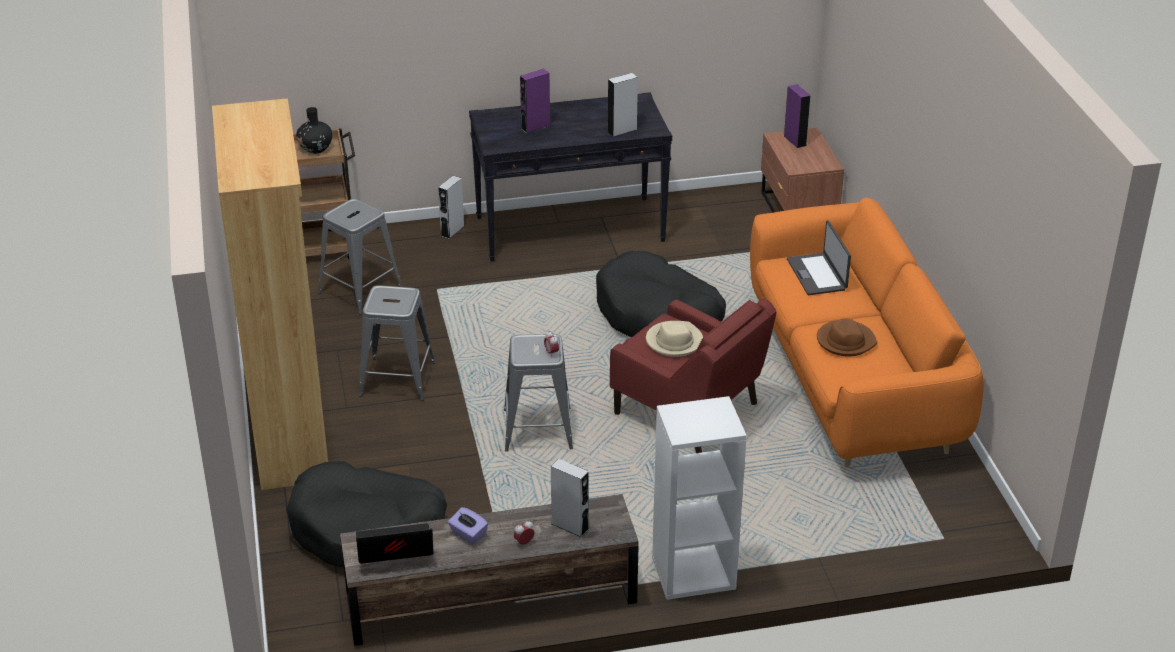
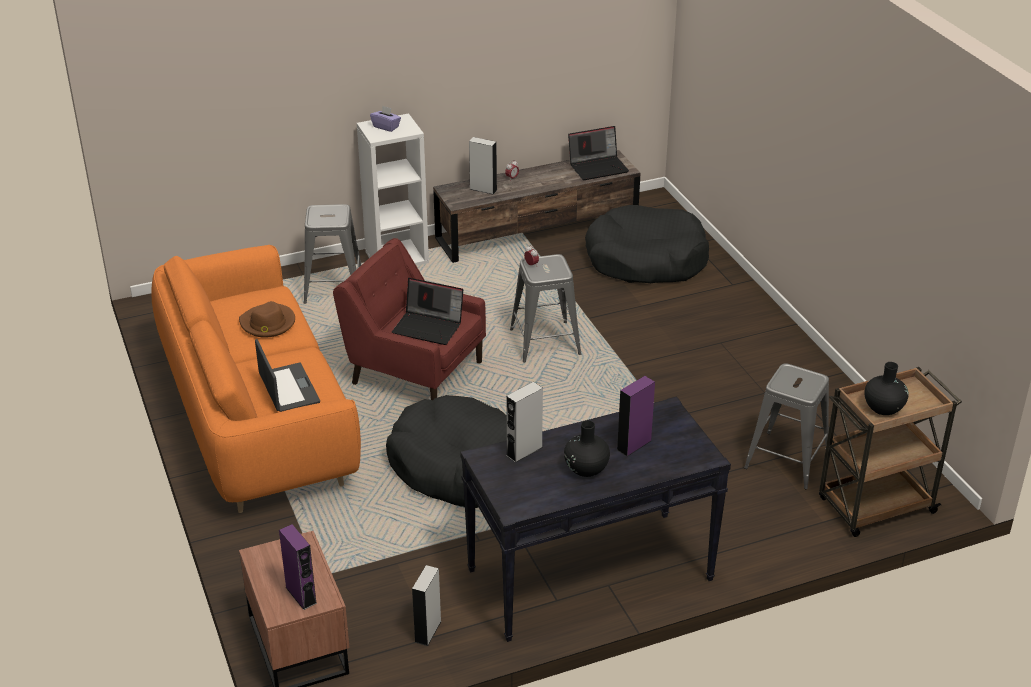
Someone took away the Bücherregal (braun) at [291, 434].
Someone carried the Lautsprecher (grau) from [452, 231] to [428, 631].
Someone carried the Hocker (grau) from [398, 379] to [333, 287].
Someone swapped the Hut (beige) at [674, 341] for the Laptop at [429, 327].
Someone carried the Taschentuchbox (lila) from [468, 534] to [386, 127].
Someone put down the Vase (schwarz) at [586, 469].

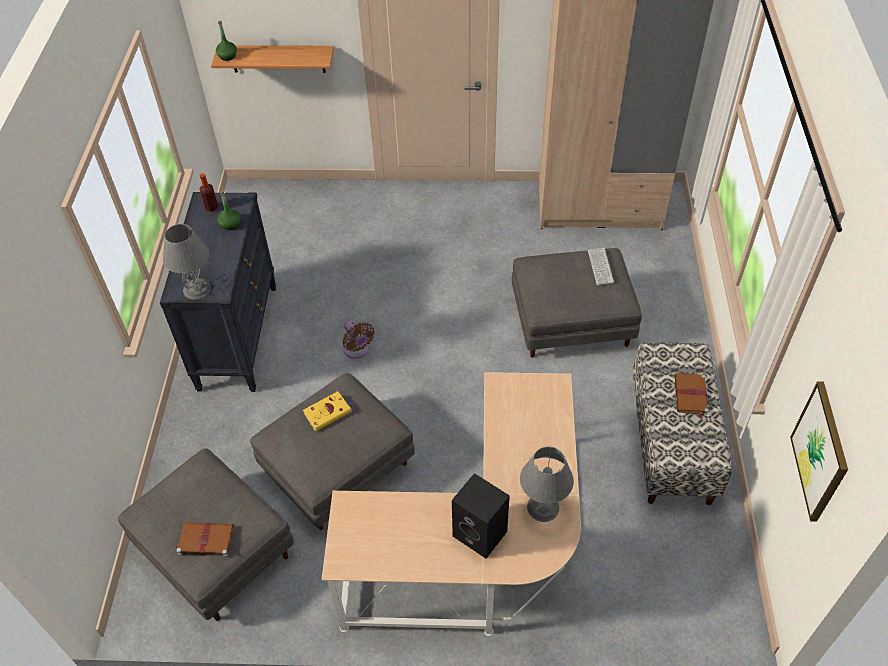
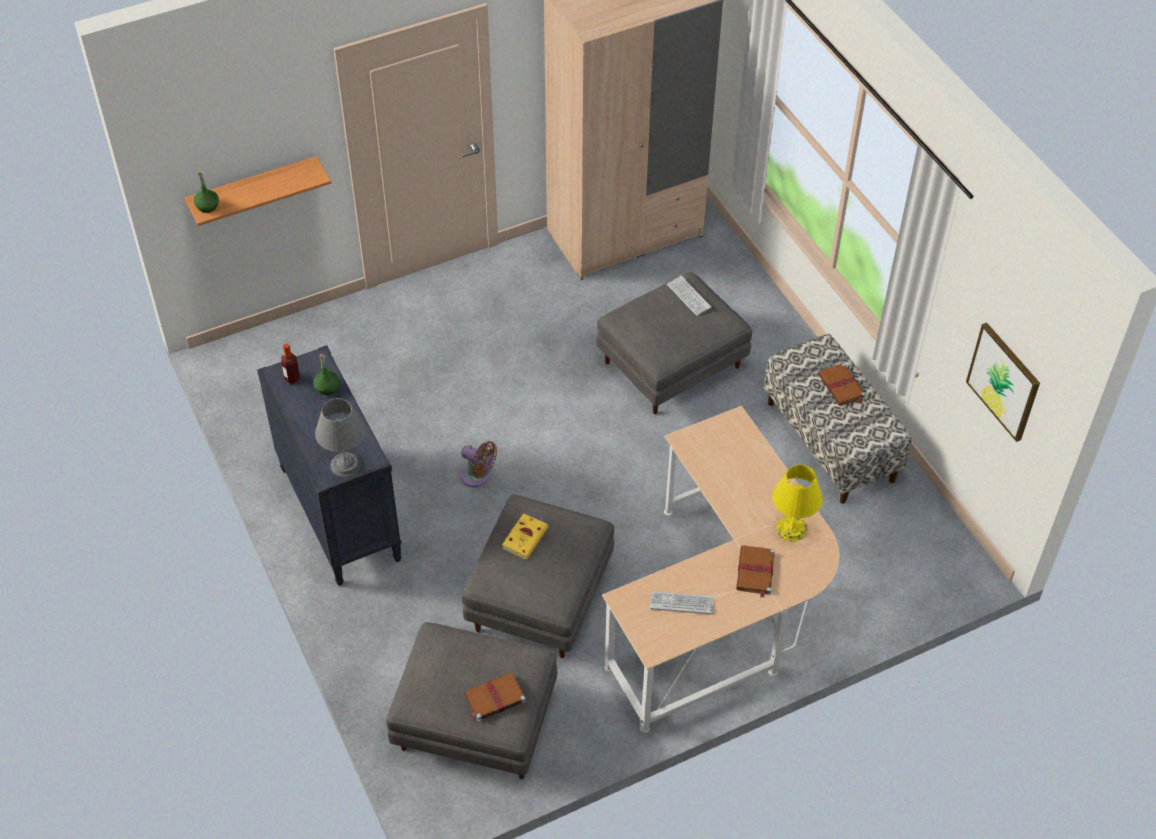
Someone repainted the Tischlampe (grau) at [543, 507], which became the Tischlampe (gelb) at [792, 529].
Someone swapped the Lautsprecher (schwarz) at [481, 533] for the Buch (braun) at [755, 572].
Someone put down the Tastatur at [681, 603].

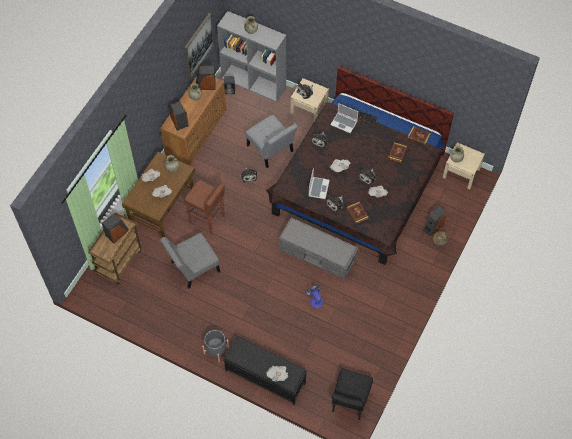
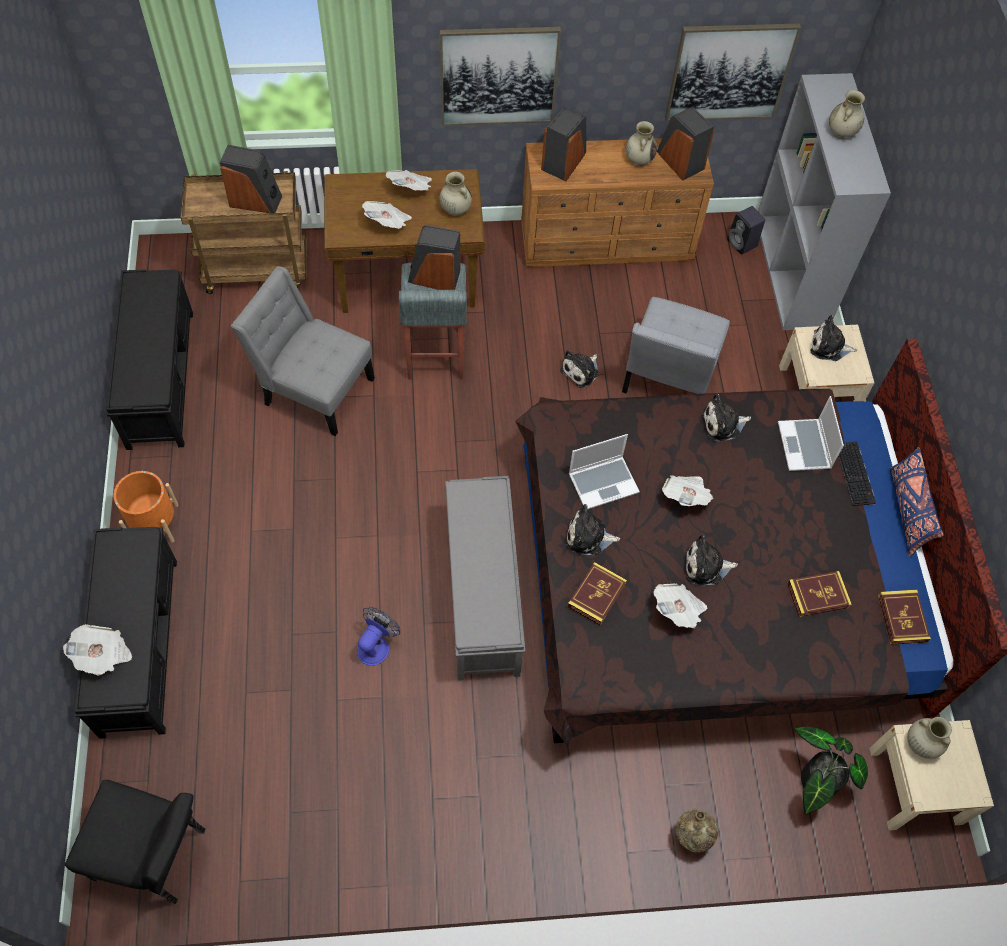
Someone repainted the Hocker (braun) at [207, 220], which became the Hocker (grau) at [434, 355].
Someone carried the Lautsprecher from [433, 227] to [434, 277].
Someone repainted the Pflanzkübel (grau) at [216, 350], which became the Pflanzkübel (orange) at [154, 523].
Someone rotated the Stuhl (schwarz) at [349, 403] by 150 degrees counterclockwise.
Someone put up the Bild at [498, 76].
Someone put down the Bank (schwarz) at [161, 378].
Someone put down the Kissen (blau) at [907, 511].
Someone put down the Topfpflanze at [815, 782].

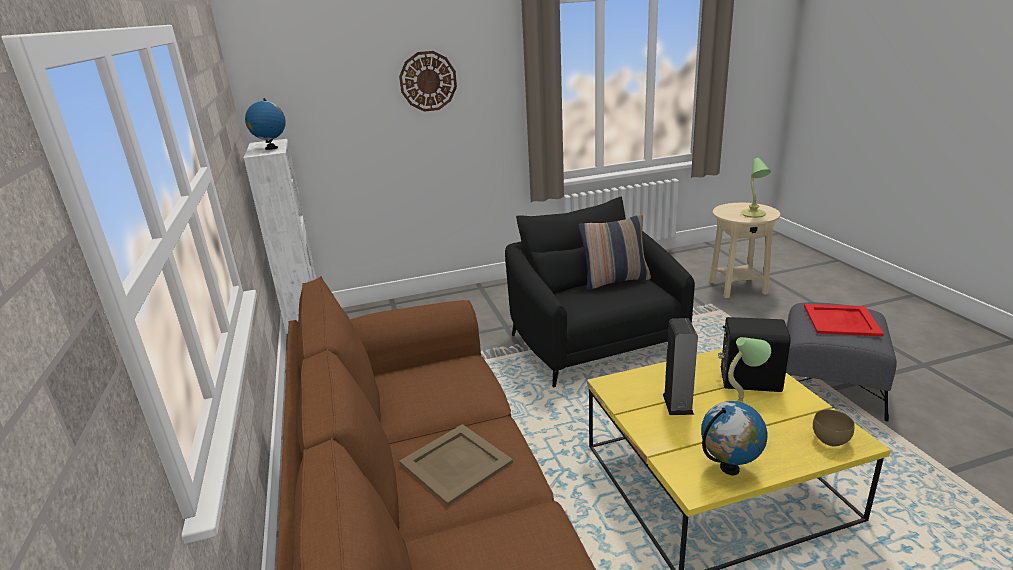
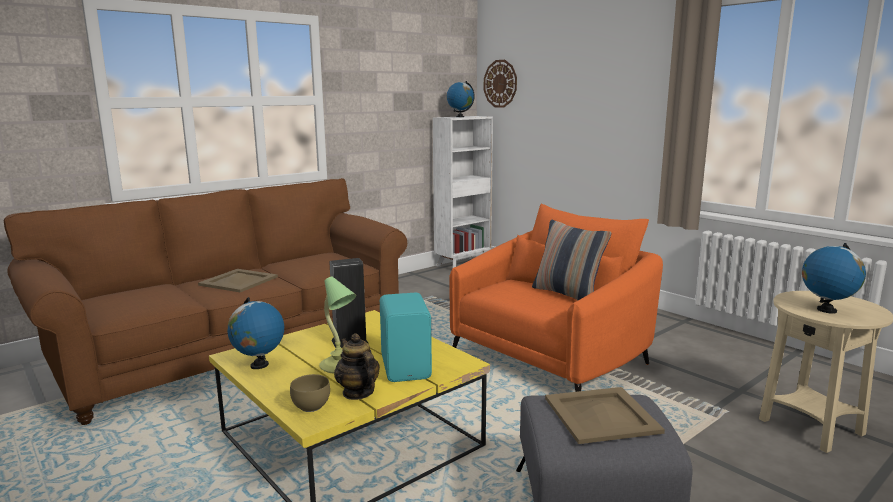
Someone carried the Wanduhr from [428, 81] to [500, 83].
Someone swapped the Tischlampe at [753, 214] for the Globus at [826, 310].
Someone repainted the Sessel (schwarz) at [596, 342], which became the Sessel (orange) at [550, 357].
Someone repainted the Tablett (rot) at [841, 320], which became the Tablett (beige) at [600, 414].
Someone repainted the Lautsprecher (schwarz) at [748, 380], which became the Lautsprecher (türkis) at [407, 367].
Someone put down the Teekanne at [358, 392].

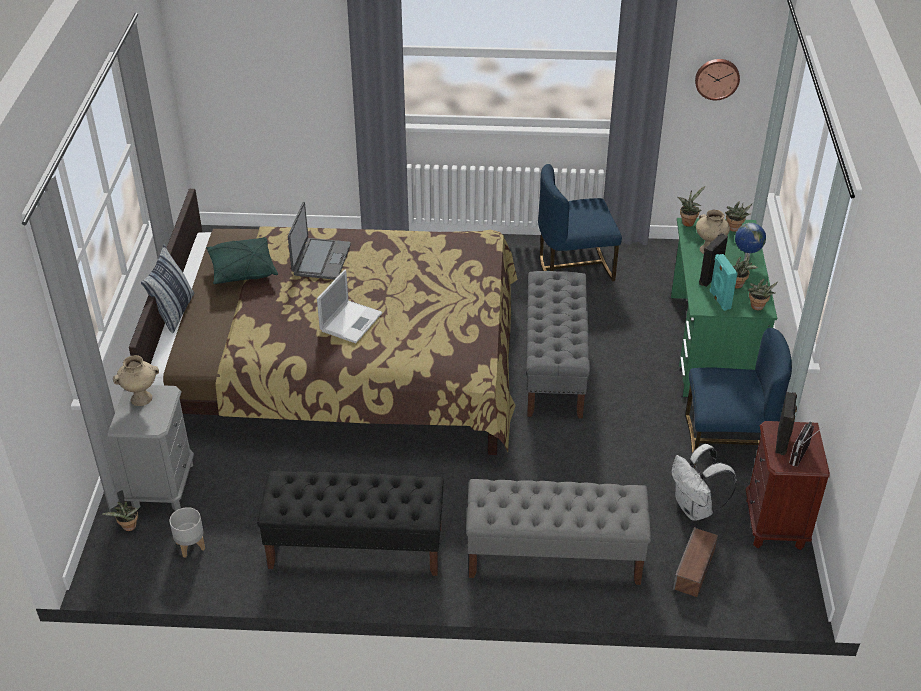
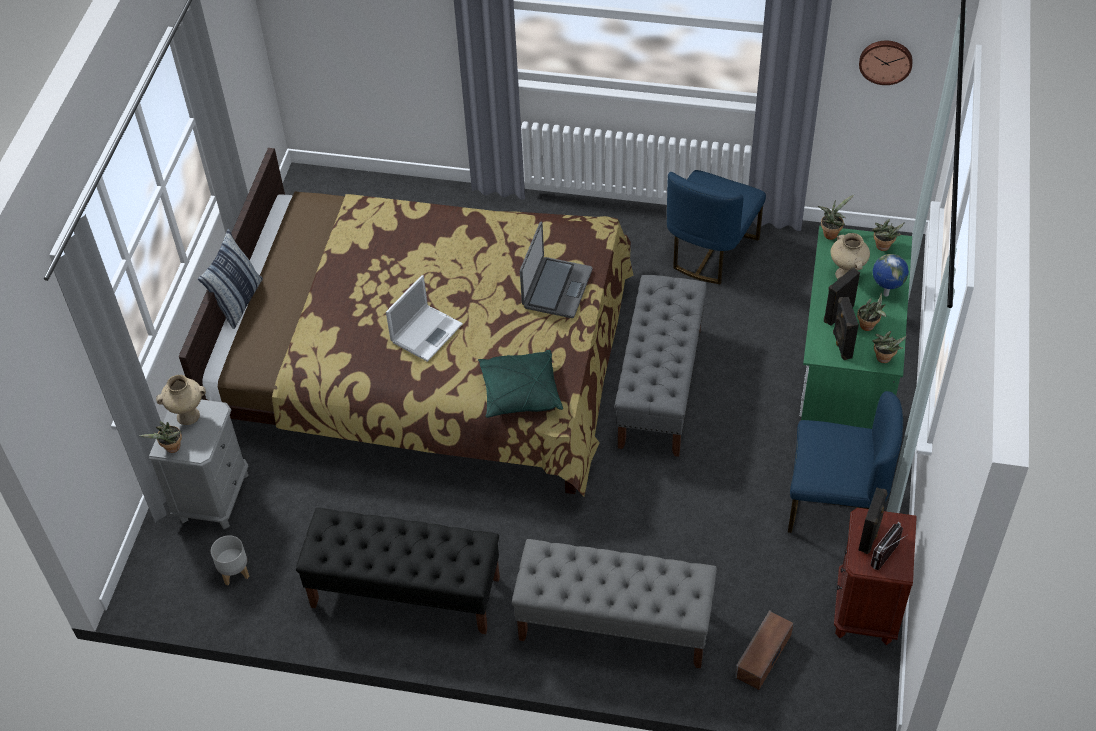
Someone rotated the Stuhl (blau) at [575, 265] by 60 degrees counterclockwise.
Someone carried the Laptop from [321, 260] to [556, 288].
Someone carried the Kissen (grün) from [242, 270] to [520, 393].
Someone repainted the Lautsprecher (türkis) at [719, 300], which became the Lautsprecher (schwarz) at [841, 345].
Someone took away the Rucksack (weiß) at [695, 509].
Someone carried the Topfpflanze from [128, 528] to [171, 449].

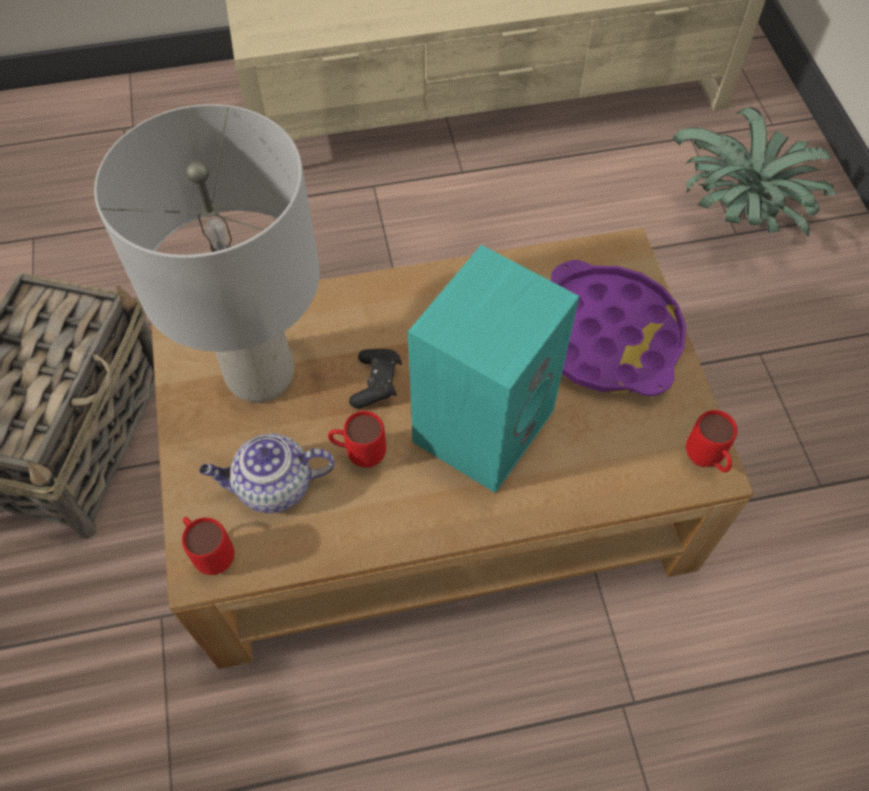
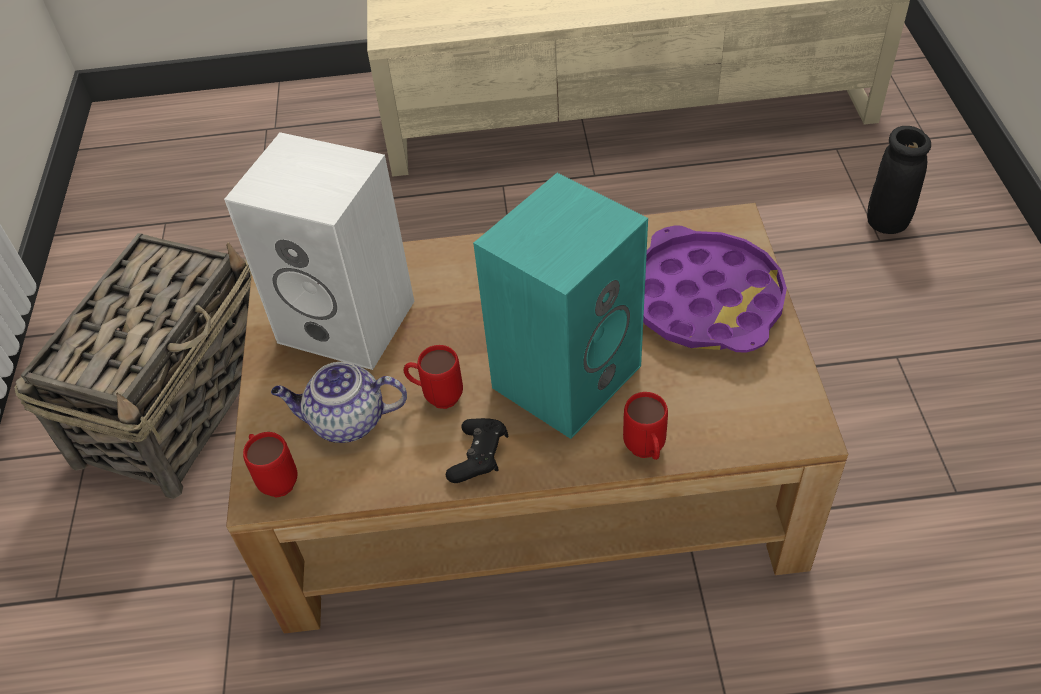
Someone swapped the Tischlampe (grau) at [261, 374] for the Lautsprecher (weiß) at [350, 320].
Someone swapped the Topfpflanze at [742, 214] for the Vase (schwarz) at [887, 221].
Someone carried the Gamepad (schwarz) from [376, 384] to [479, 458].
Someone carried the Henkelbecher (rot) from [705, 462] to [646, 453].

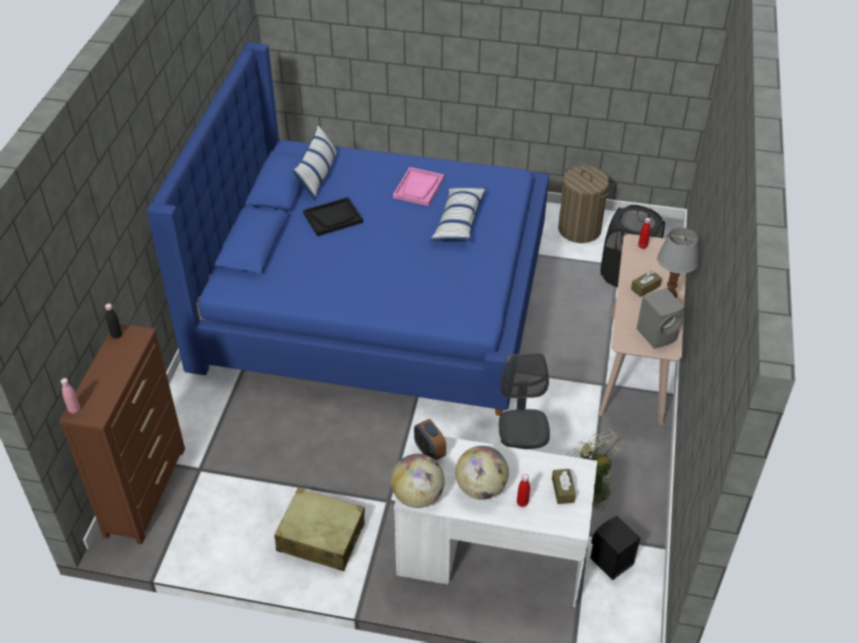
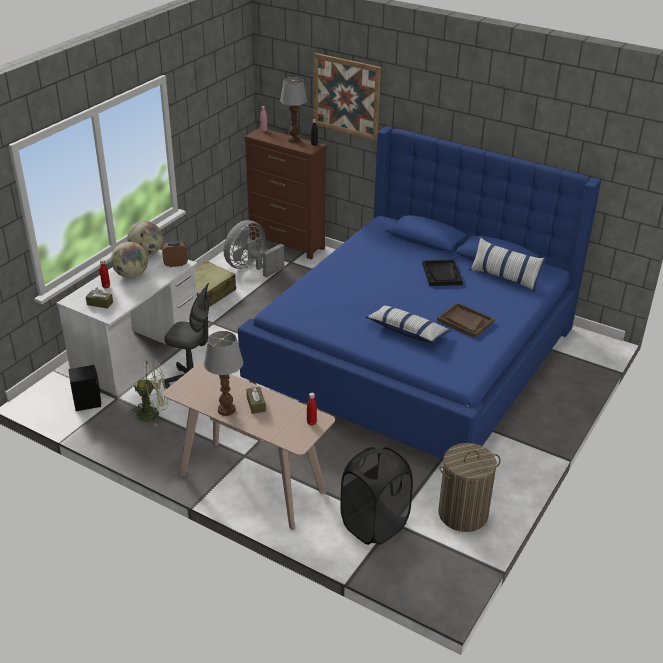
Someone repainted the Tablett (rosa) at [418, 188], which became the Tablett (braun) at [465, 321].
Someone took away the Lautsprecher (grau) at [658, 334].
Someone put up the Bild at [346, 96].
Someone put down the Tischlampe at [294, 140].
Someone put down the Ventilator (grau) at [251, 268].

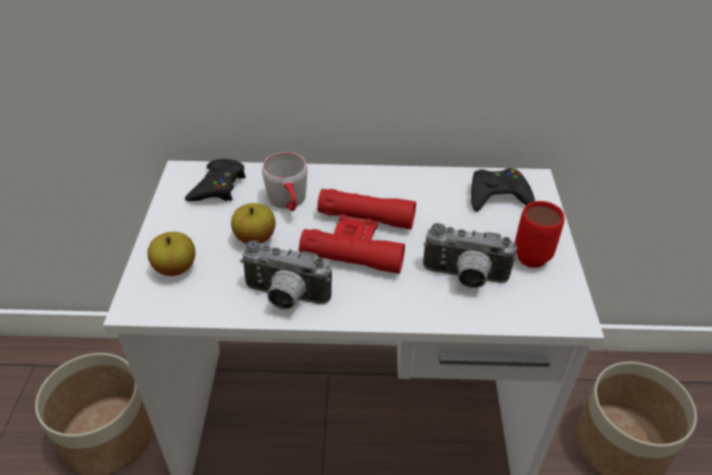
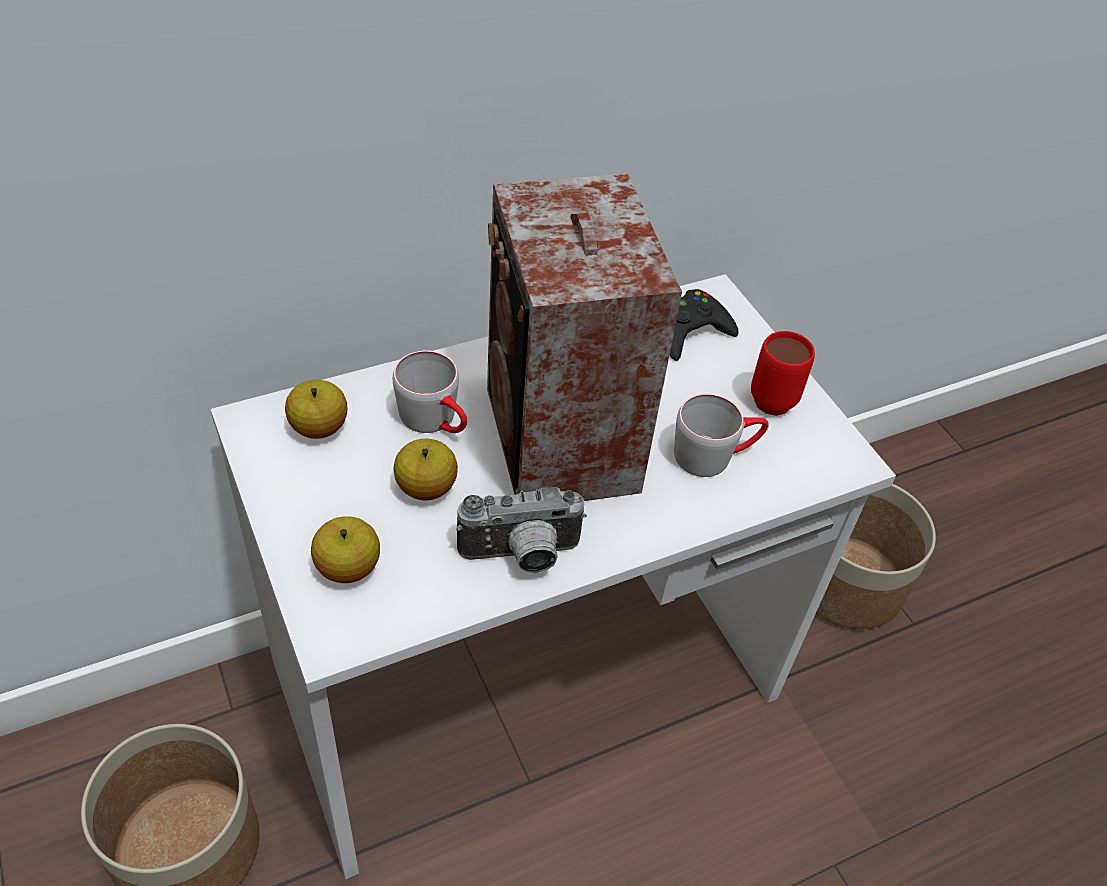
Someone swapped the Gamepad (schwarz) at [218, 186] for the Apfel at [319, 428].
Someone swapped the Fernglas (rot) at [359, 239] for the Lautsprecher at [560, 444].
Someone swapped the Kamera at [464, 278] for the Henkelbecher (grau) at [715, 454].

